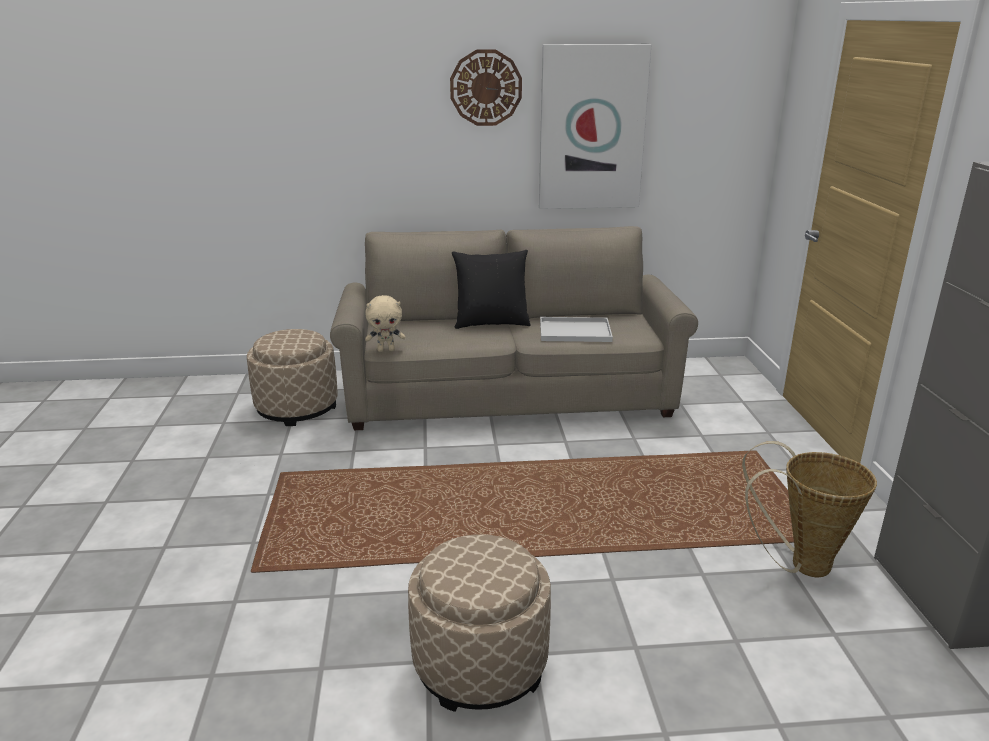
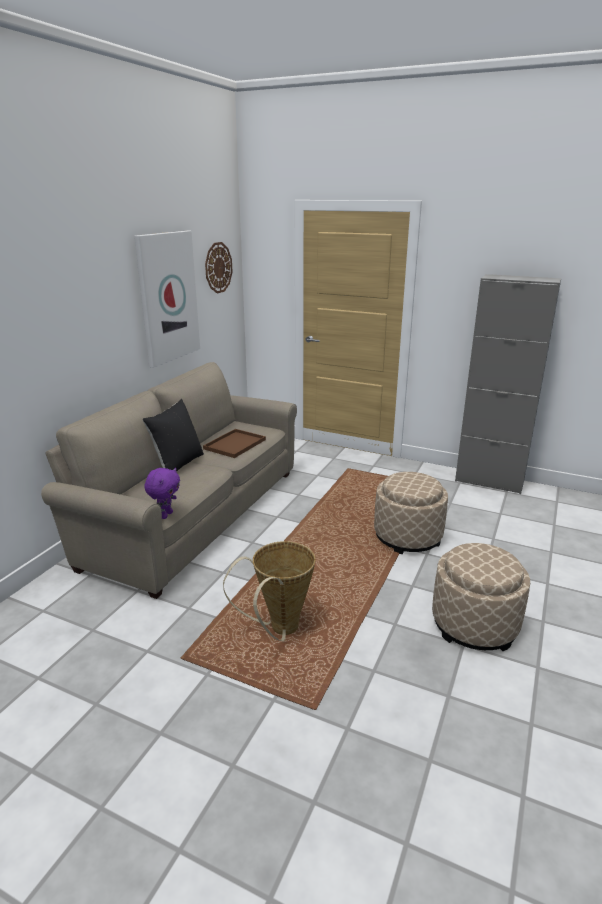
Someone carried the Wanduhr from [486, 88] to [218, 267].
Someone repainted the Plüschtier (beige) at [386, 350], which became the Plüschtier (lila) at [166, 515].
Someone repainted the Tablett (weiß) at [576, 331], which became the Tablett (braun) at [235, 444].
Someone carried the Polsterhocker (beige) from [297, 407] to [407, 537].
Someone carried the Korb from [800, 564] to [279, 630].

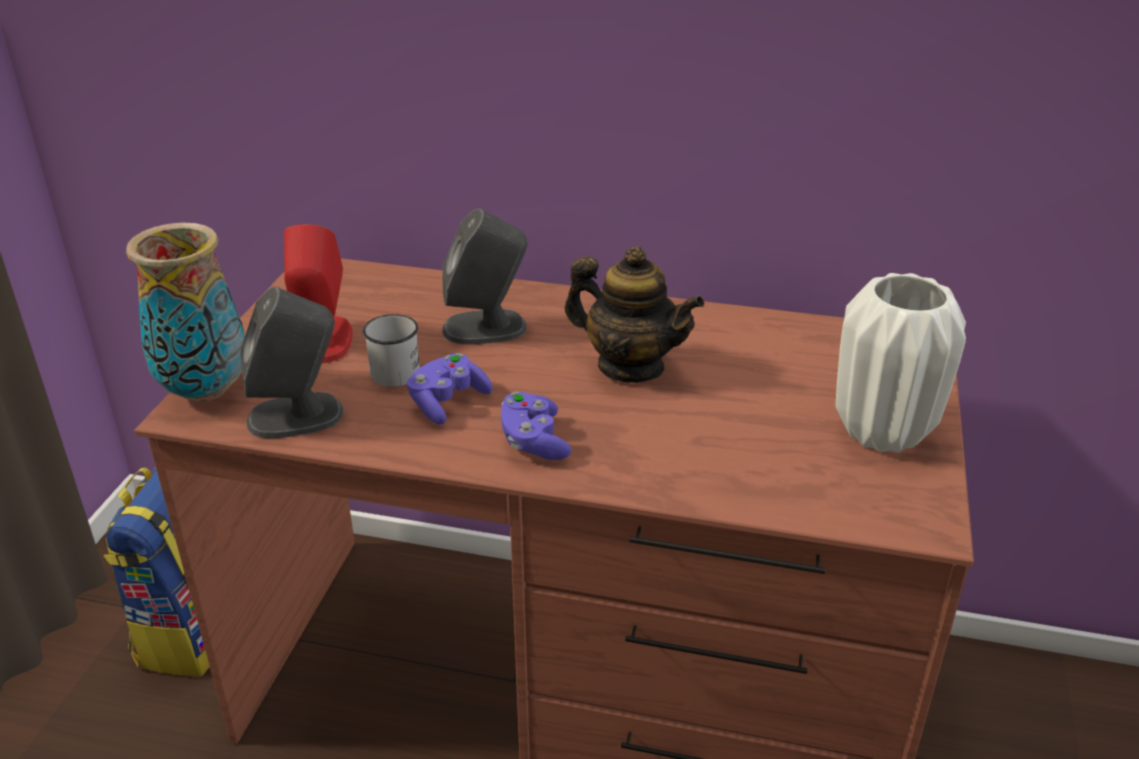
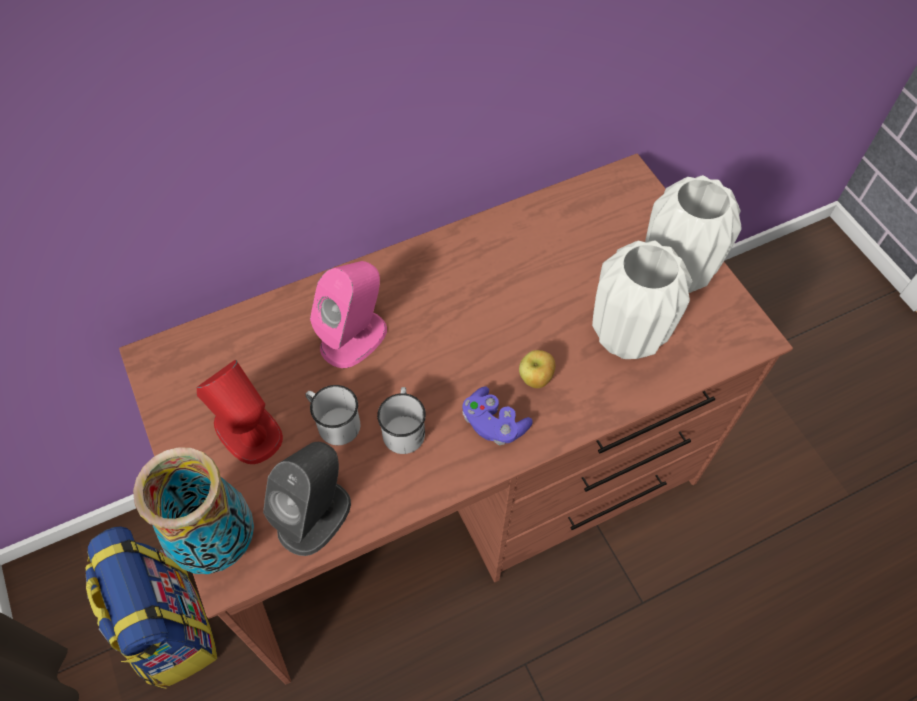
Someone repainted the Lautsprecher (grau) at [486, 327], which became the Lautsprecher (rosa) at [354, 337].
Someone took away the Teekanne at [630, 366].
Someone swapped the Gamepad (lila) at [447, 402] for the Henkelbecher (weiß) at [404, 428].
Someone put down the Vase (weiß) at [625, 337].
Someone put down the Apfel at [535, 379].

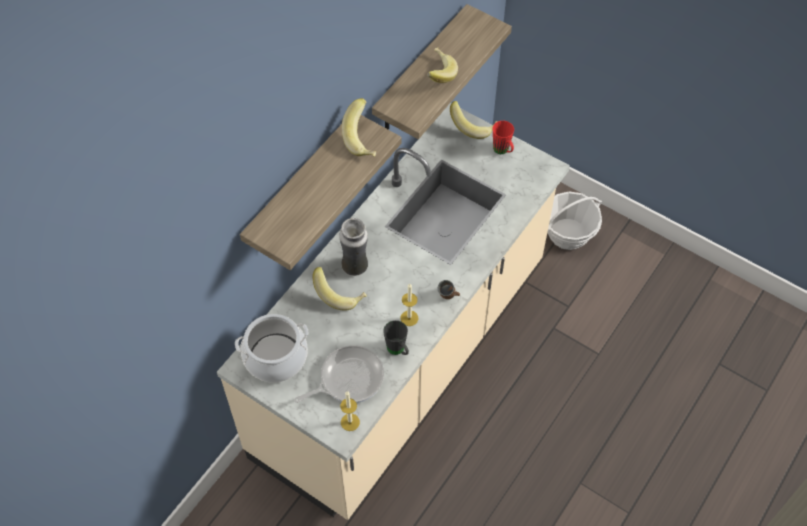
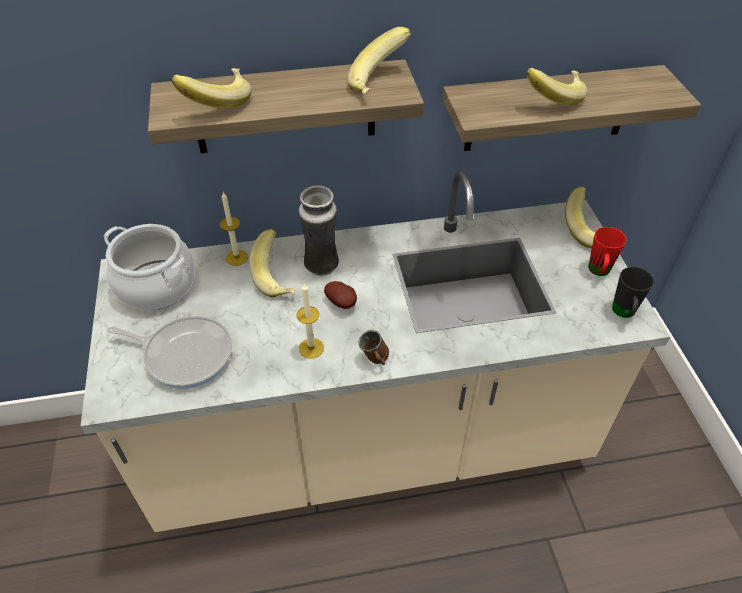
Someone took away the Korb at [568, 234].
Someone carried the Henkelbecher (schwarz) from [398, 351] to [623, 314].
Someone carried the Kerze from [350, 422] to [236, 257].
Someone put down the Banane at [217, 102].
Someone put down the Kartoffel at [342, 303].

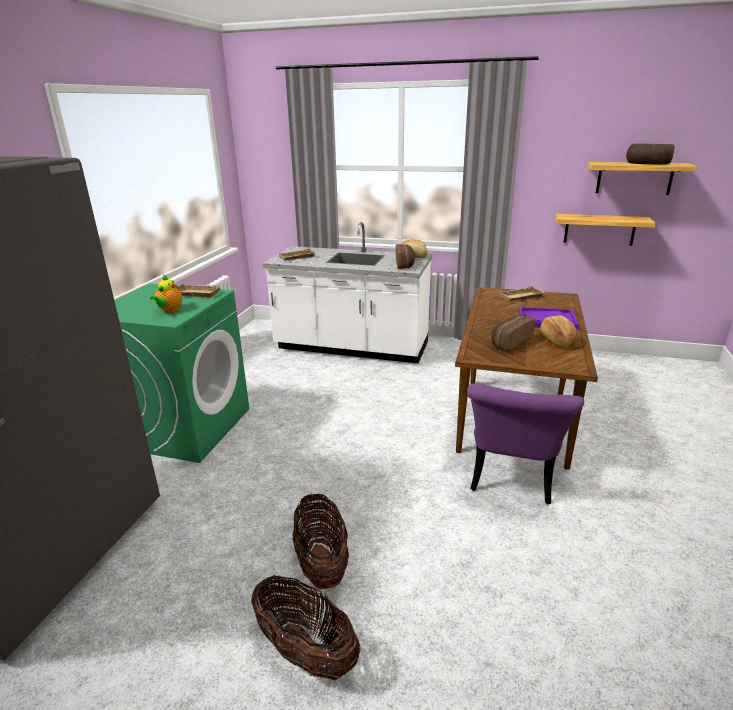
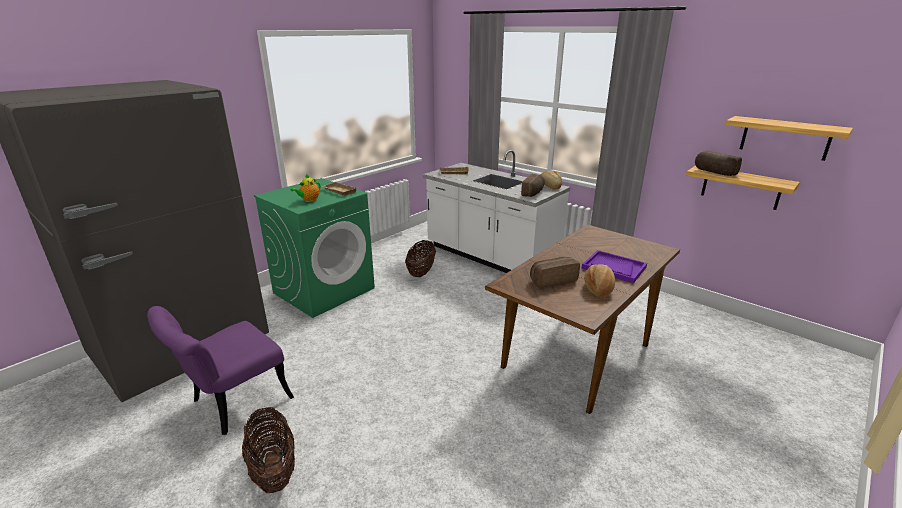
Someone carried the Brot from [647, 164] to [714, 172].
Someone took away the Tablett (beige) at [521, 297].
Someone carried the Stuhl (lila) from [511, 480] to [233, 404].
Someone carried the Korb from [322, 563] to [421, 272].

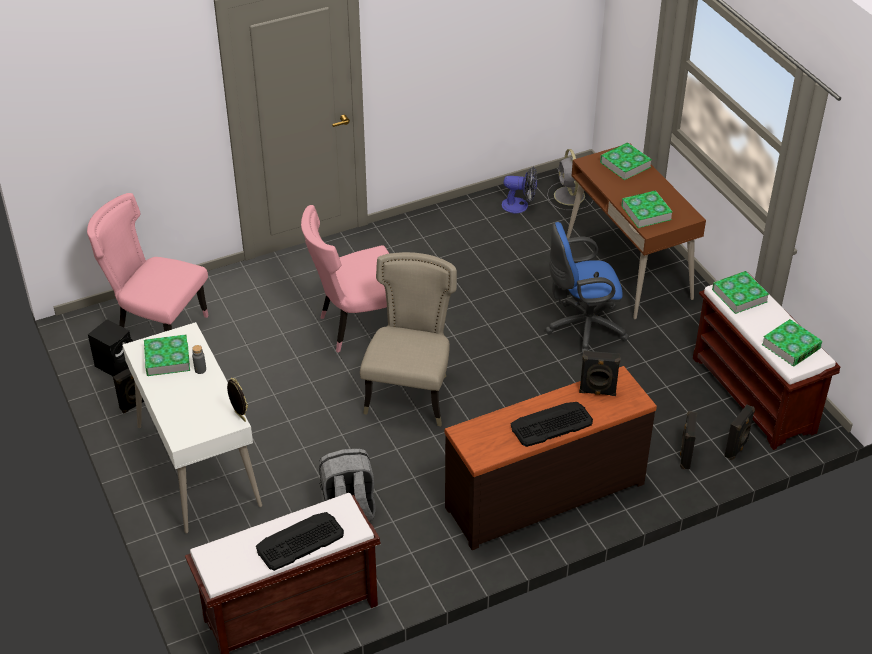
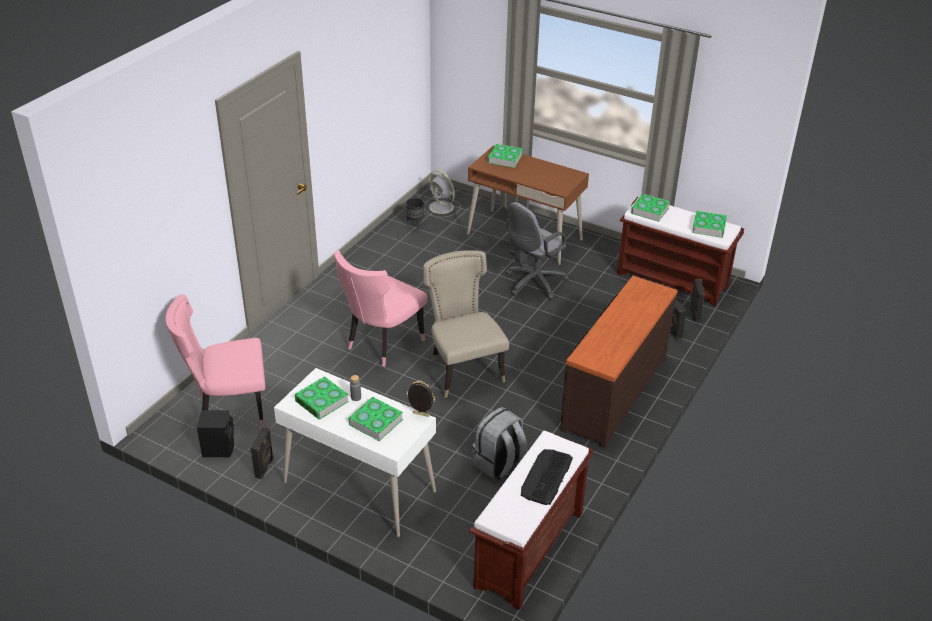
Someone swapped the Ventilator at [520, 206] for the Pflanzkübel (schwarz) at [415, 225].
Someone carried the Buch from [646, 212] to [376, 422].
Someone repainted the Bürostuhl (blau) at [582, 328], which became the Bürostuhl (grau) at [532, 283].
Someone took away the Lautsprecher (schwarz) at [597, 392].
Someone took away the Tastatur at [551, 424].

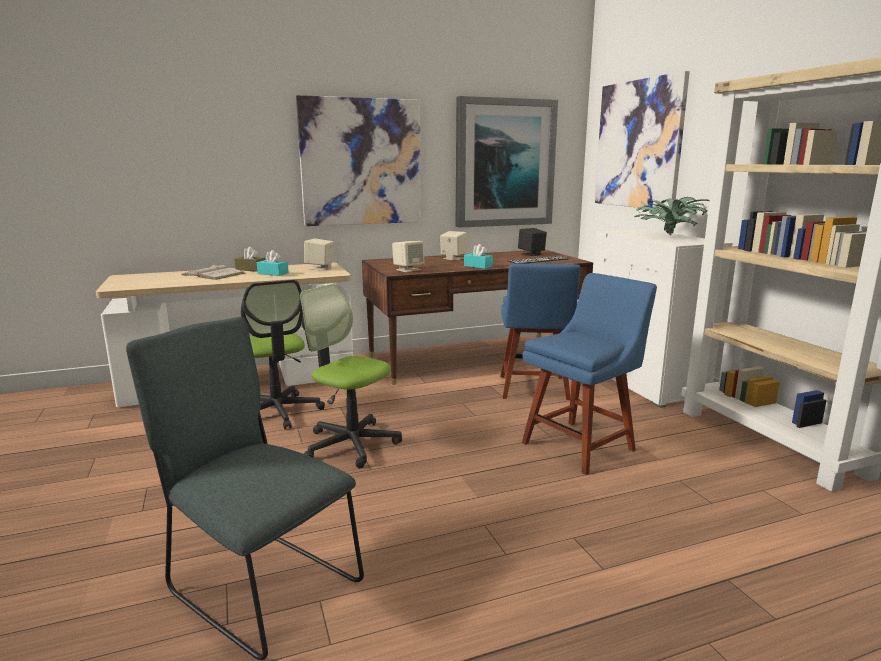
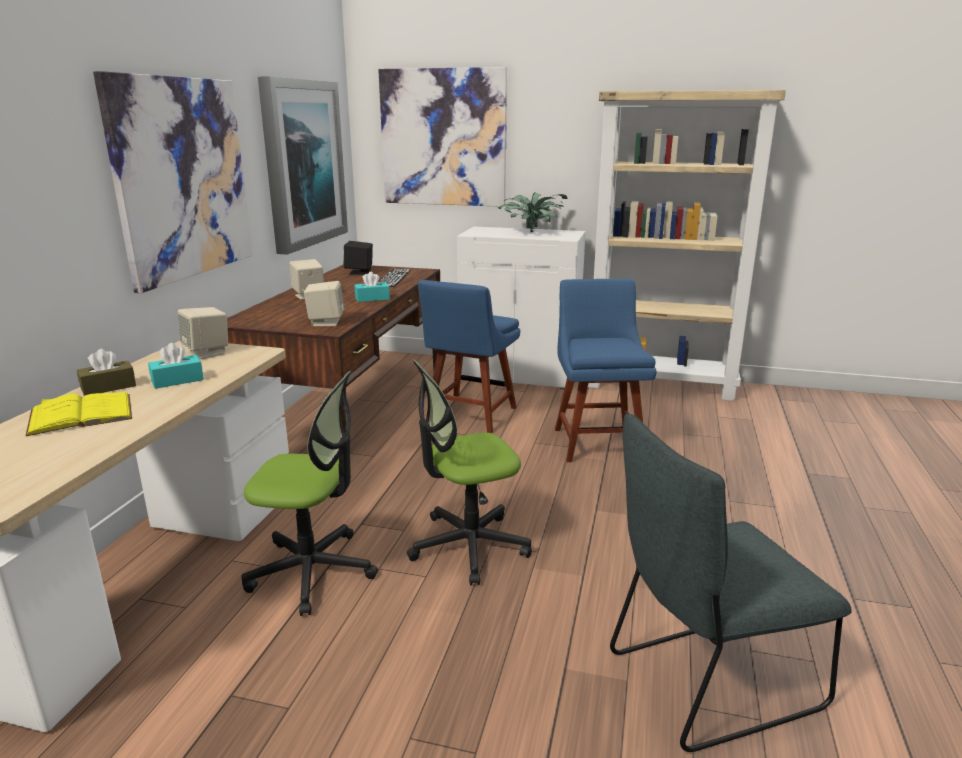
Someone rotated the Stuhl (blau) at [533, 389] by 75 degrees clockwise.
Someone repainted the Buch (weiß) at [213, 274], which became the Buch (gelb) at [81, 414].

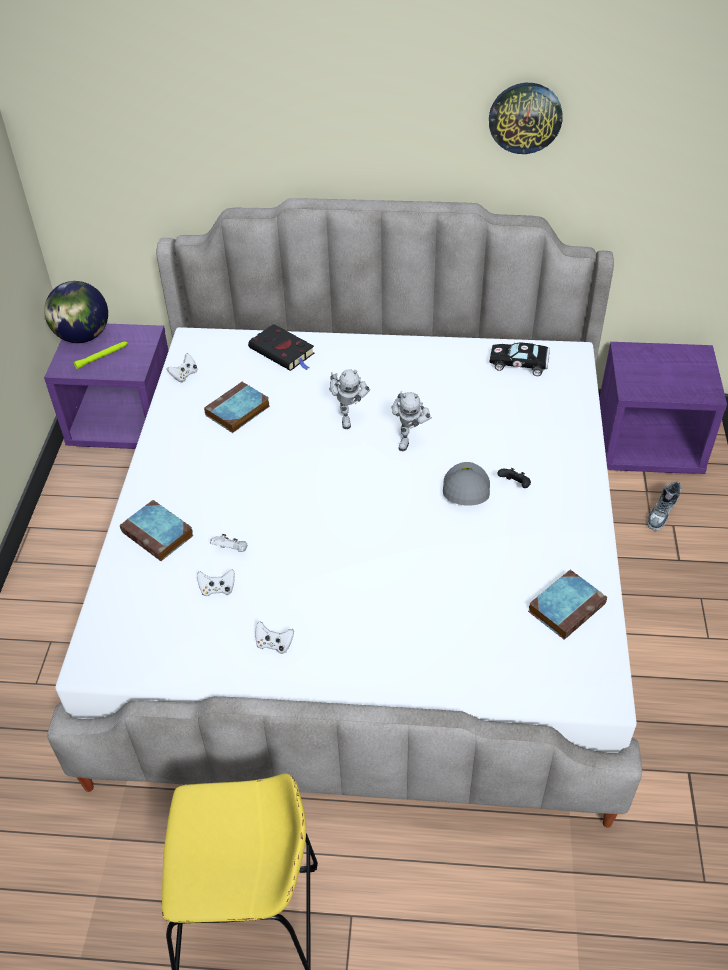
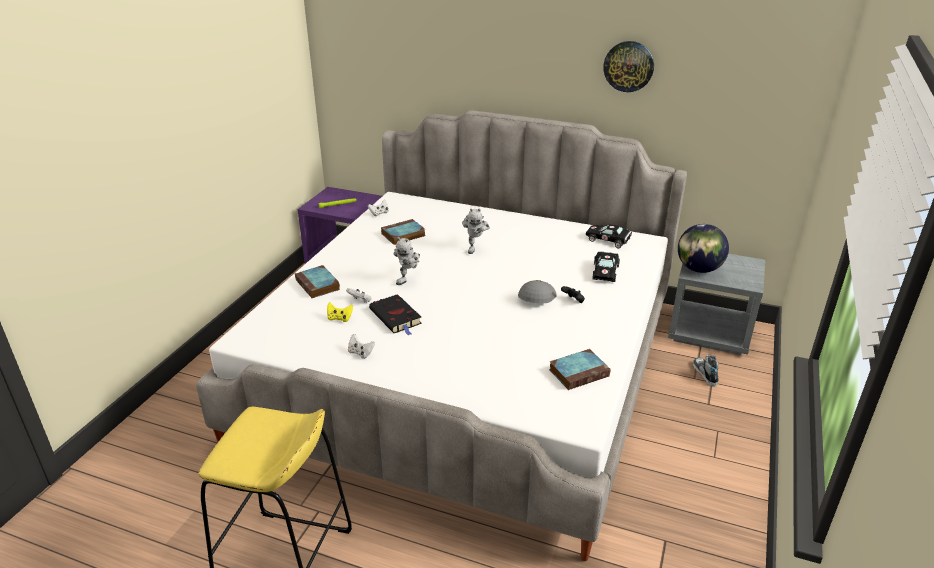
Someone carried the Globus from [82, 336] to [698, 269].
Someone carried the Buch (schwarz) from [283, 352] to [396, 318].
Someone repainted the Nachttisch (lila) at [648, 445], which became the Nachttisch (grau) at [709, 332].
Someone carried the Spielzeugroboter from [410, 438] to [409, 279].
Someone rotated the Schuh at [661, 514] by 120 degrees clockwise.
Someone repainted the Gamepad (weiß) at [217, 589], which became the Gamepad (gelb) at [339, 318].
Someone put down the Spielzeugauto (schwarz) at [605, 272].

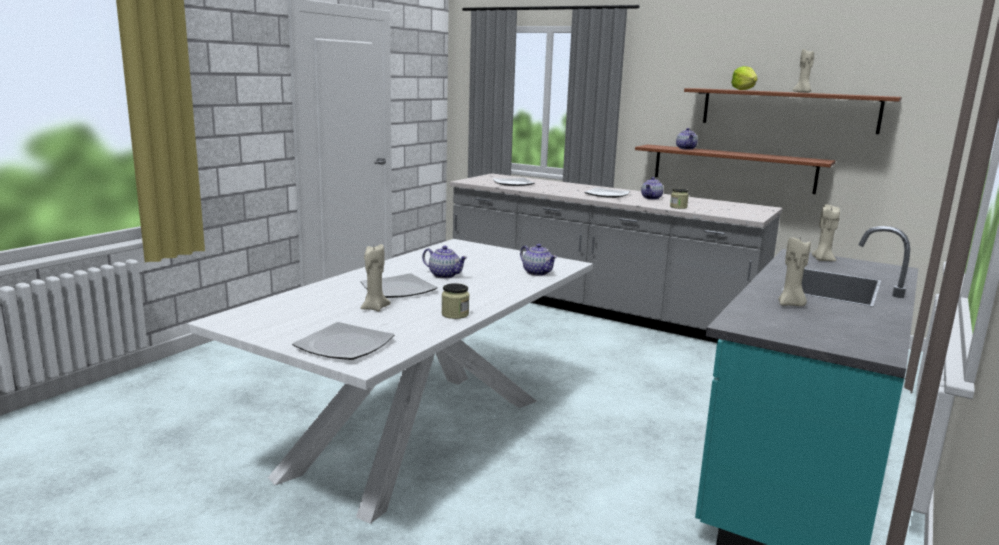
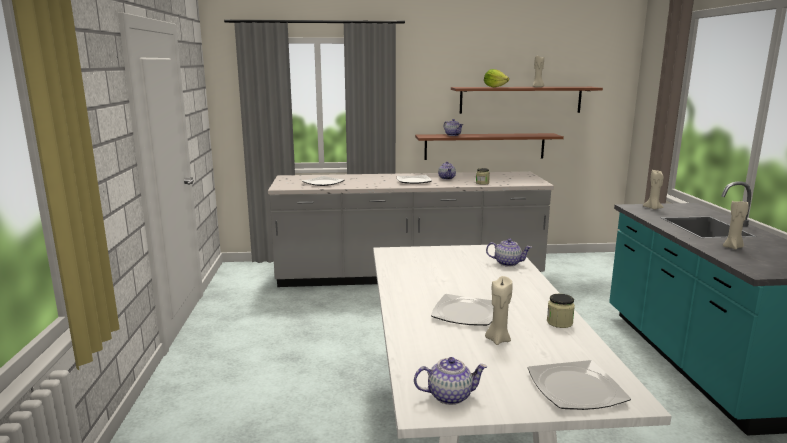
Someone carried the Teekanne from [445, 275] to [450, 396].

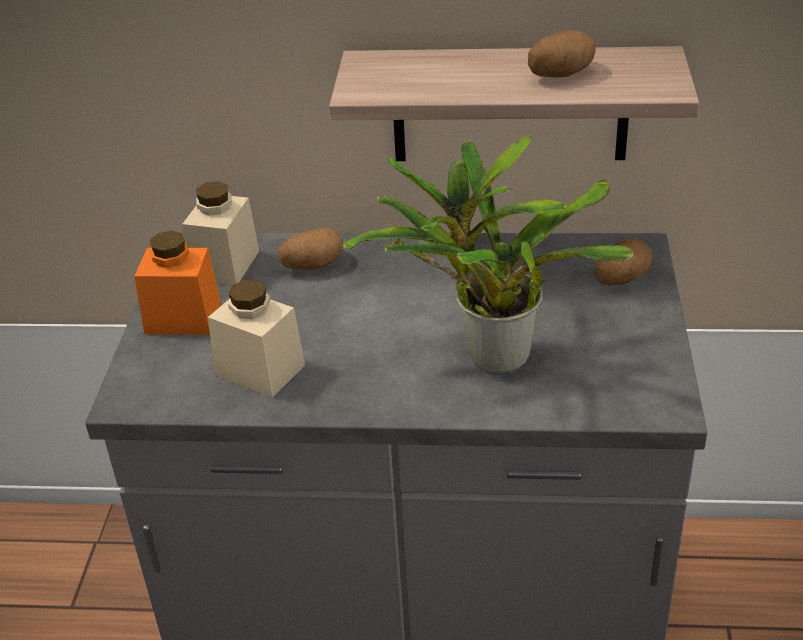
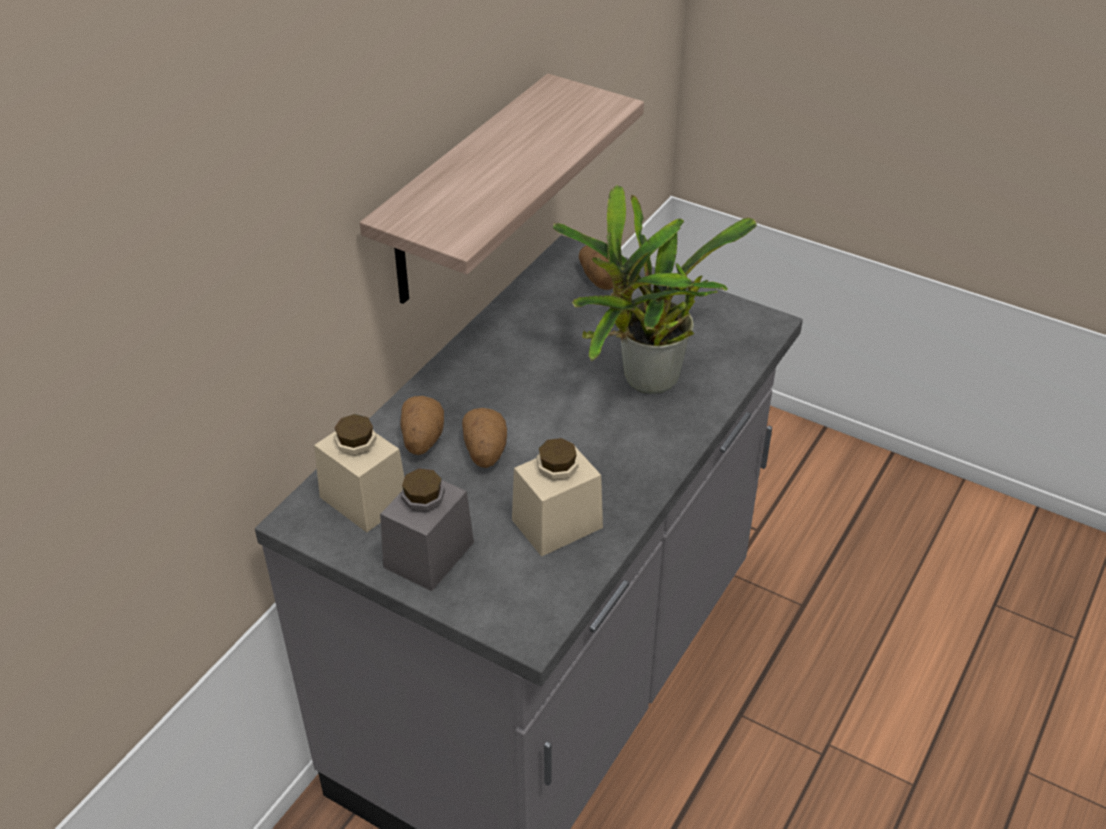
Someone carried the Kartoffel from [560, 74] to [485, 452].
Someone repainted the Vorratsglas (orange) at [183, 318], which became the Vorratsglas (grau) at [429, 554].

